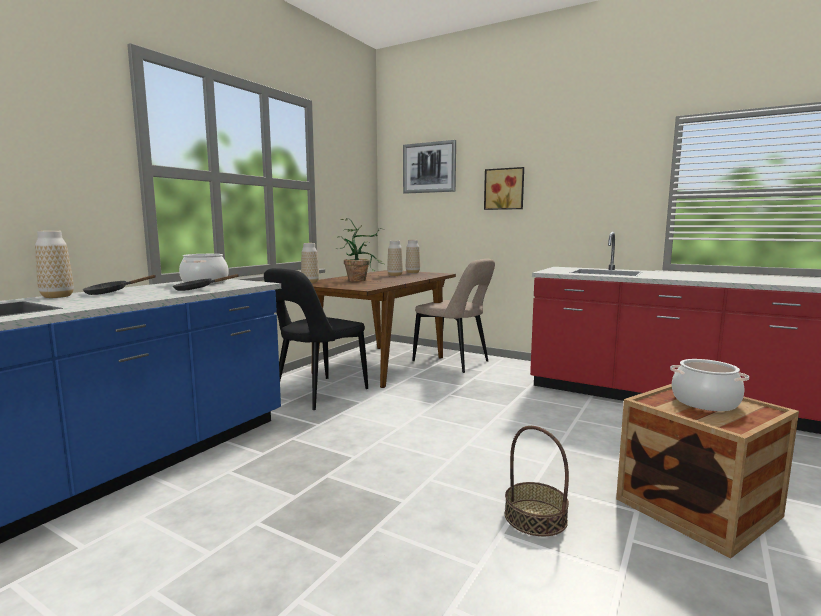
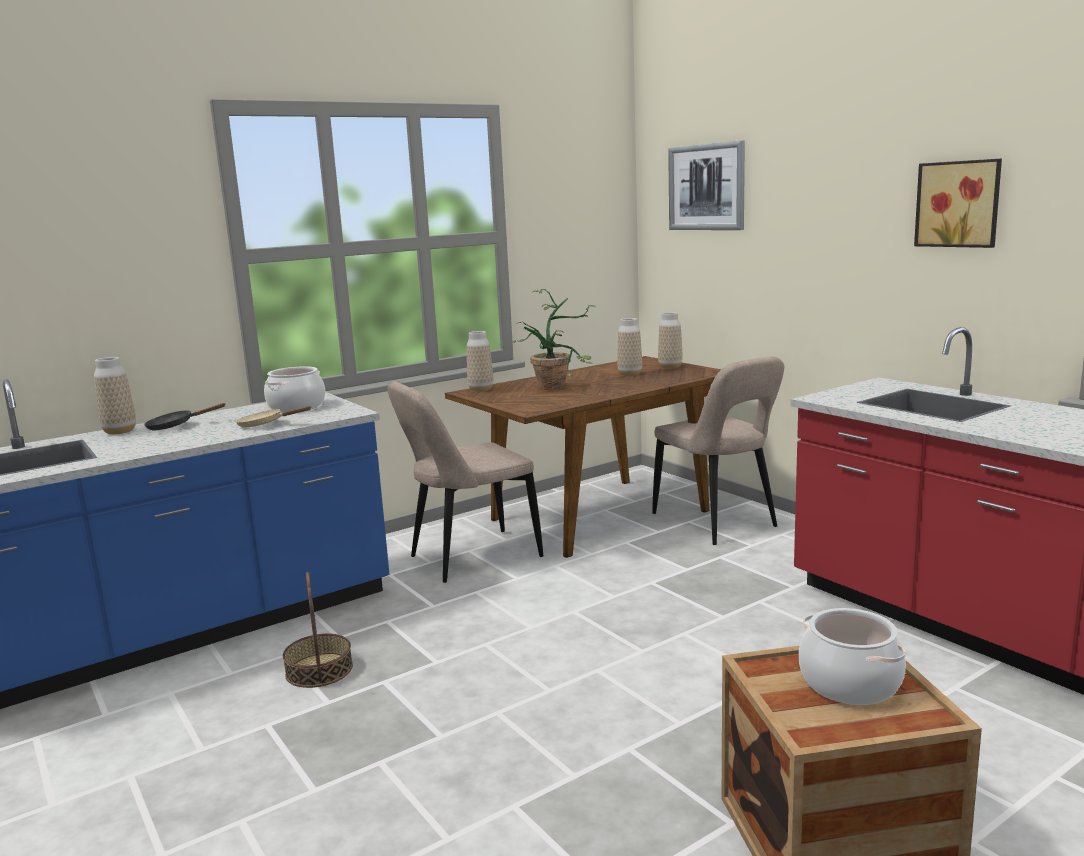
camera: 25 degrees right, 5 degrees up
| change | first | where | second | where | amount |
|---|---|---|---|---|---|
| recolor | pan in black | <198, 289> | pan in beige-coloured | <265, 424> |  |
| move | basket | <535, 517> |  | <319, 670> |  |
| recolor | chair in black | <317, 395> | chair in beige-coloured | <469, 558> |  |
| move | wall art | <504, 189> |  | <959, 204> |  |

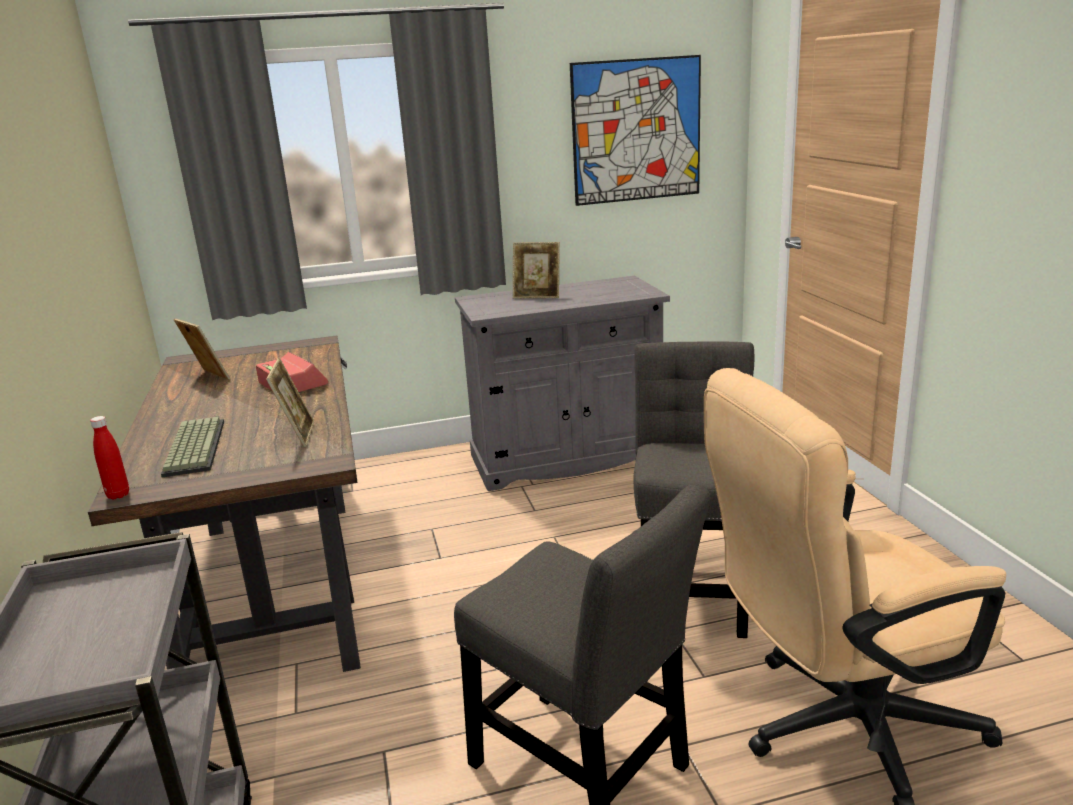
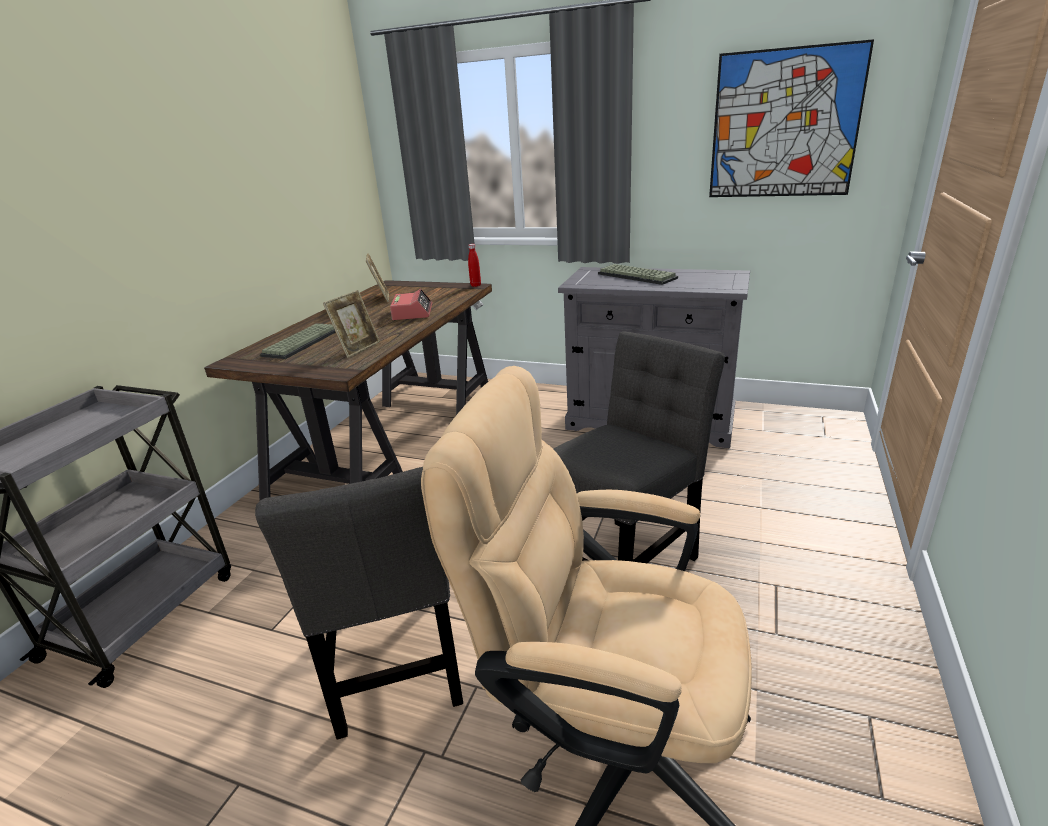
camera: 35 degrees right, 5 degrees up
| change | first | where | second | where | amount |
|---|---|---|---|---|---|
| move | drink bottle in red-coloured | <118, 495> |  | <475, 285> |  |
| replace | standing frame | <537, 296> | PC keyboard | <638, 276> |  |

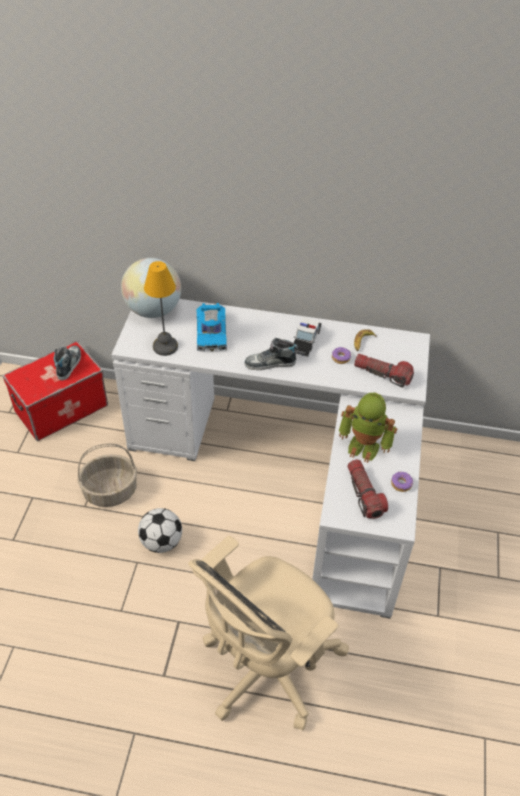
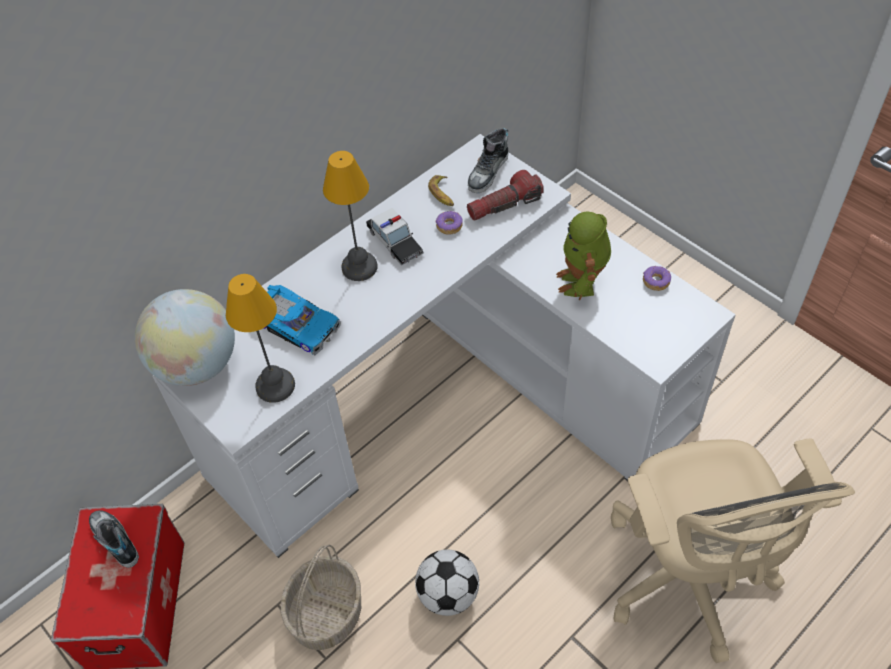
camera: 50 degrees left, 5 degrees up
| change | first | where | second | where | amount |
|---|---|---|---|---|---|
| insert |  |  | lamp for a table | <359, 268> |  |
| move | item of footwear | <270, 363> |  | <488, 172> |  |
| rotate | model robot | <364, 446> |  | <582, 282> | 120 degrees clockwise |
| delete | torch | <364, 494> |  |  |  |

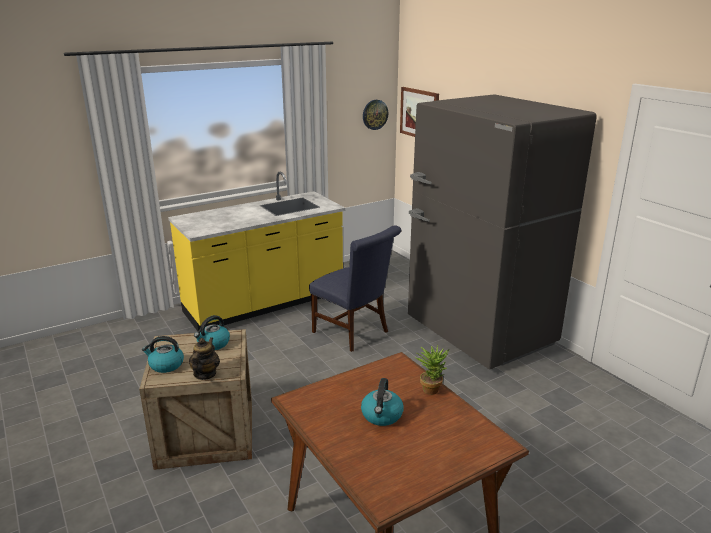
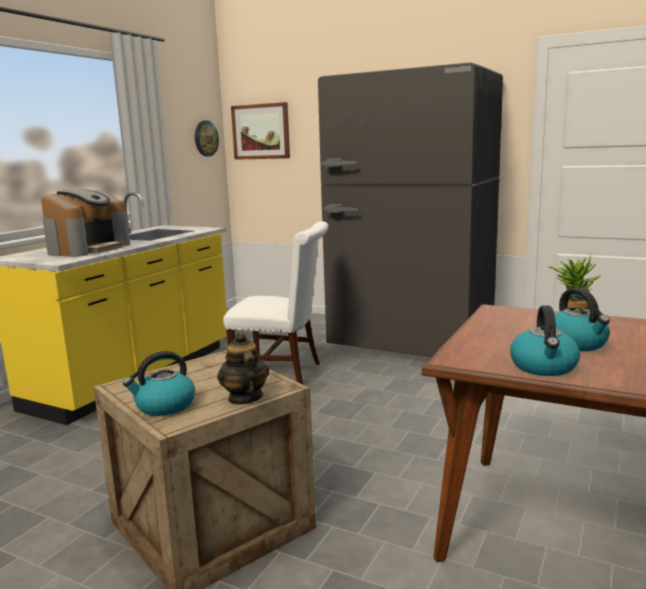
camera: 30 degrees left, 10 degrees down
| change | first | where | second | where | amount |
|---|---|---|---|---|---|
| insert |  |  | coffee machine | <88, 249> |  |
| recolor | chair in blue | <354, 333> | chair in white | <283, 373> |  |
| move | kettle | <213, 344> |  | <544, 367> |  |

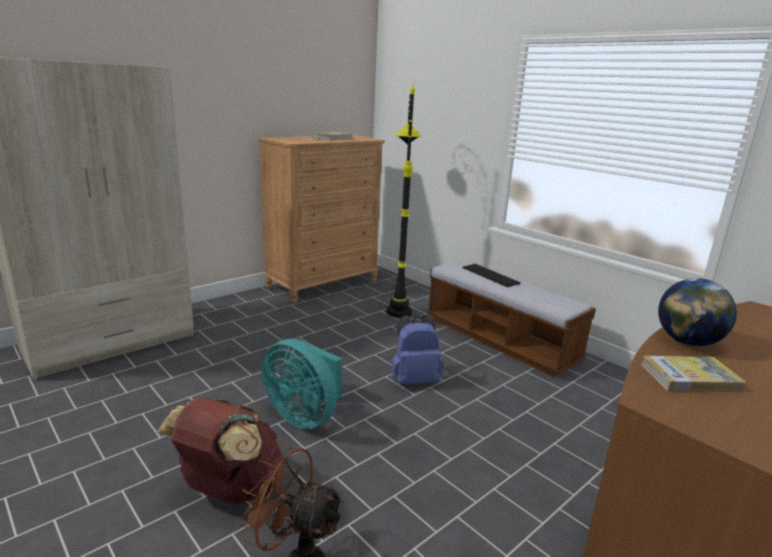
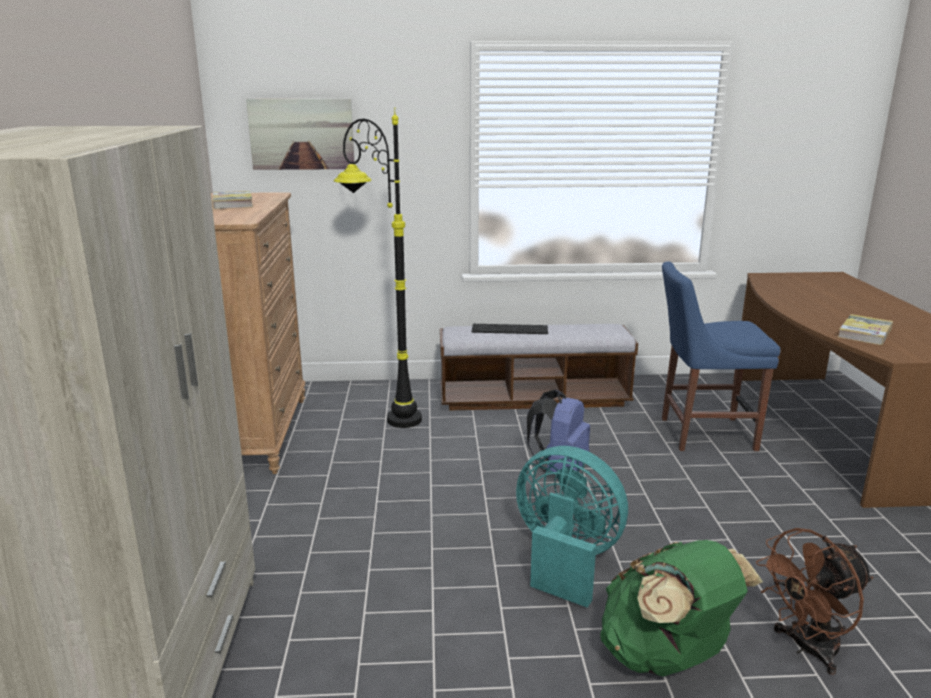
camera: 50 degrees left, 0 degrees up
| change | first | where | second | where | amount |
|---|---|---|---|---|---|
| insert |  |  | wall art | <301, 134> |  |
| rotate | electric fan in blue-green | <304, 416> |  | <565, 560> | 135 degrees counterclockwise |
| recolor | backpack in brown | <229, 490> | backpack in green-coloured | <666, 657> |  |
| insert |  |  | chair in blue | <702, 433> |  |
| delete | globe | <687, 342> |  |  |  |

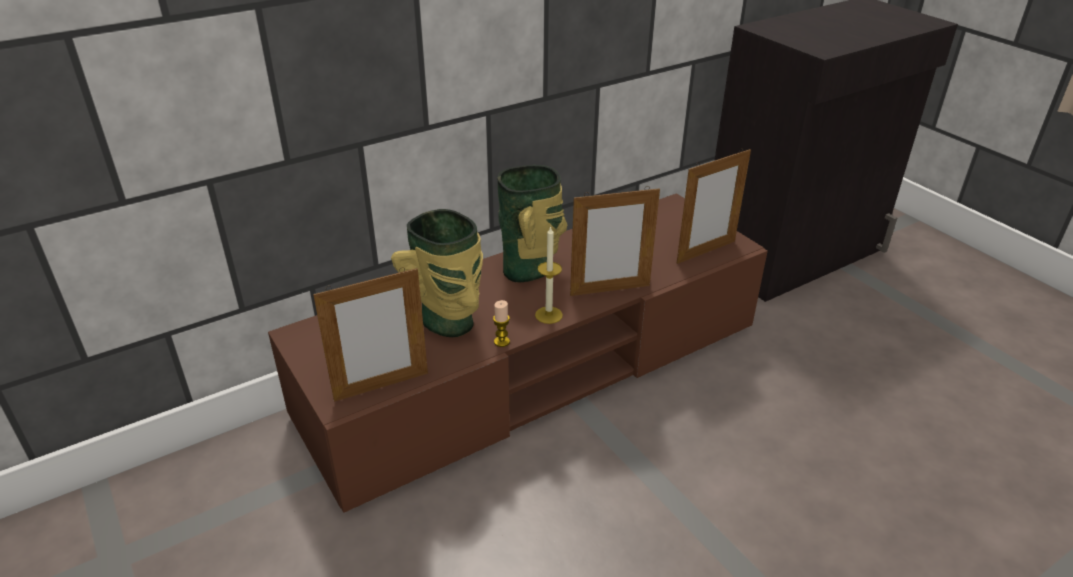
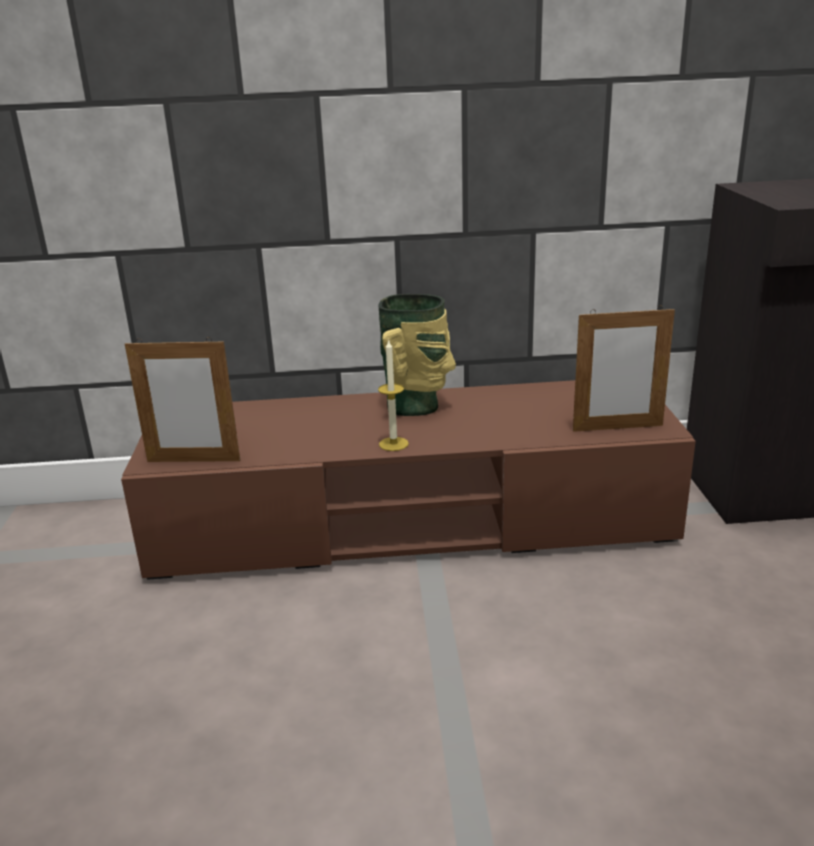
camera: 30 degrees right, 10 degrees down
| change | first | where | second | where | amount |
|---|---|---|---|---|---|
| delete | vase | <450, 323> |  |  |  |
| delete | wax light | <501, 342> |  |  |  |
| delete | standing frame | <610, 290> |  |  |  |

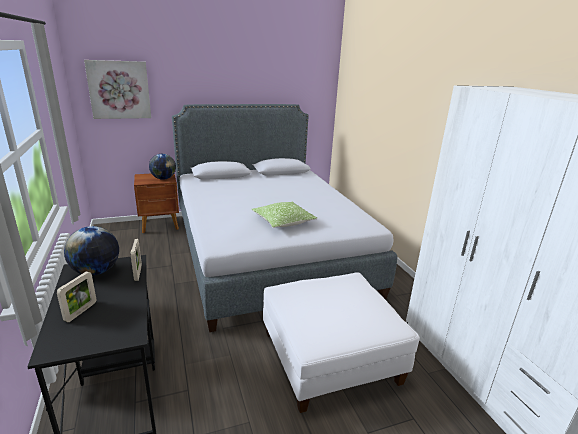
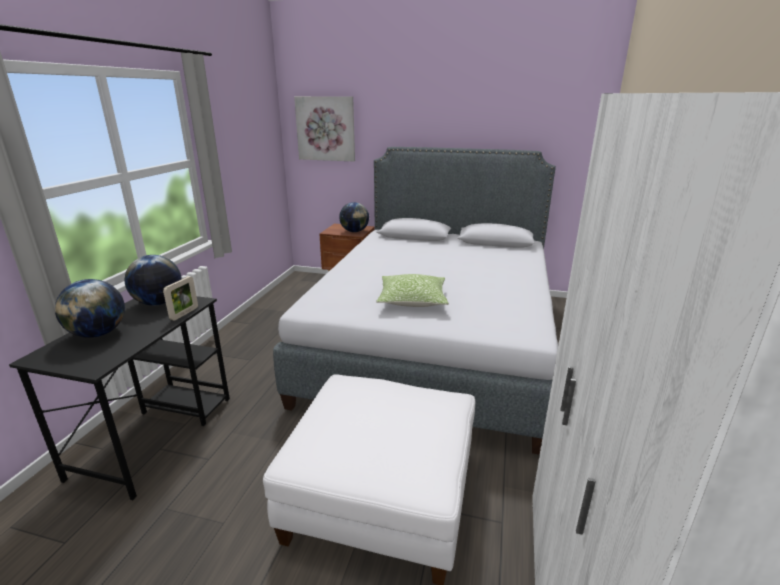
camera: 35 degrees right, 0 degrees up
| change | first | where | second | where | amount |
|---|---|---|---|---|---|
| replace | standing frame | <81, 312> | globe | <98, 333> |  |

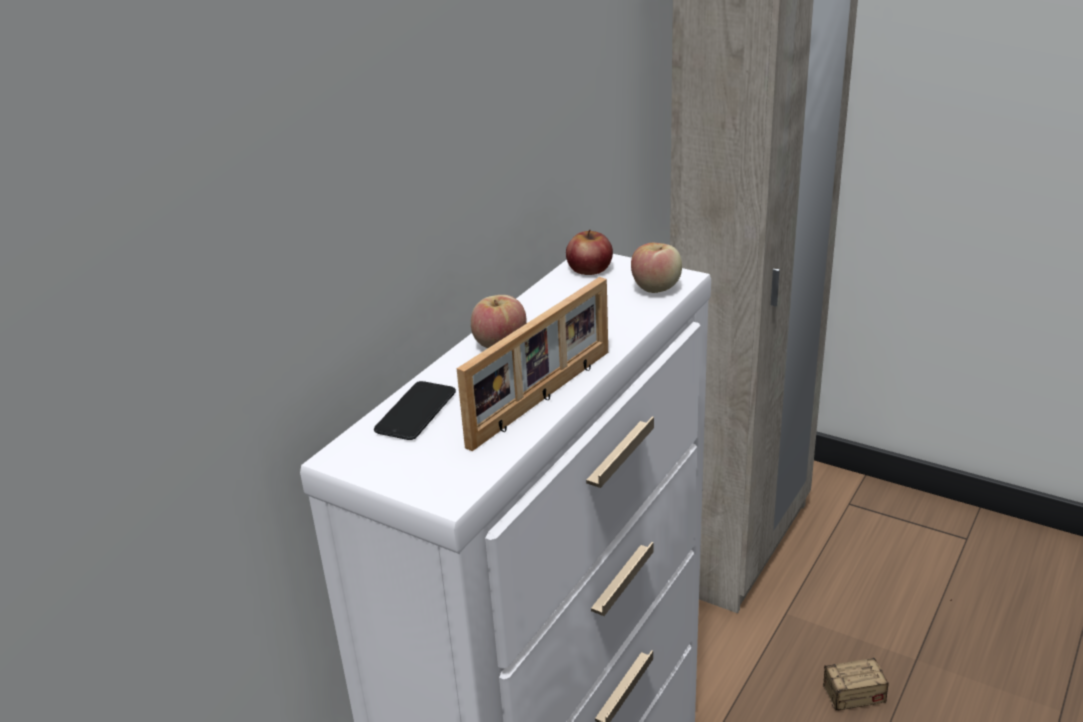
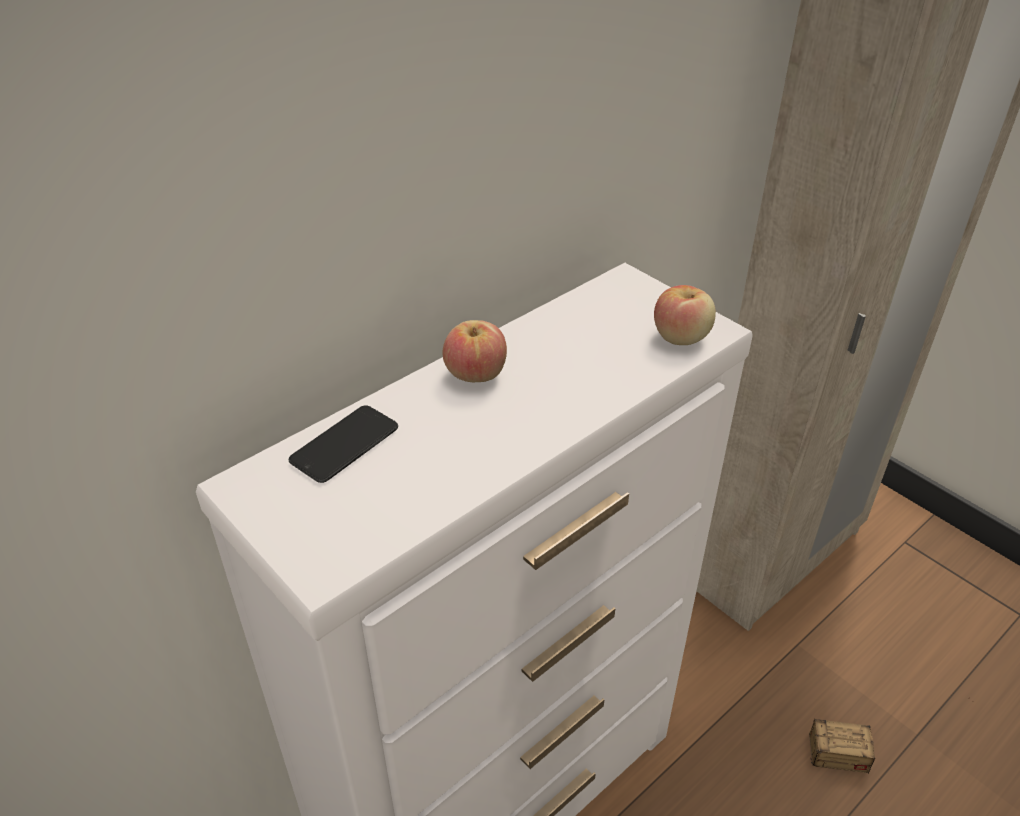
camera: 15 degrees right, 10 degrees up
| change | first | where | second | where | amount |
|---|---|---|---|---|---|
| delete | standing frame | <543, 398> |  |  |  |
| delete | whole apple | <589, 268> |  |  |  |

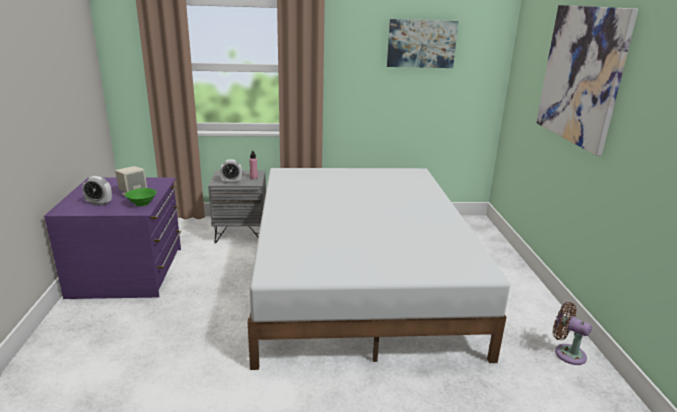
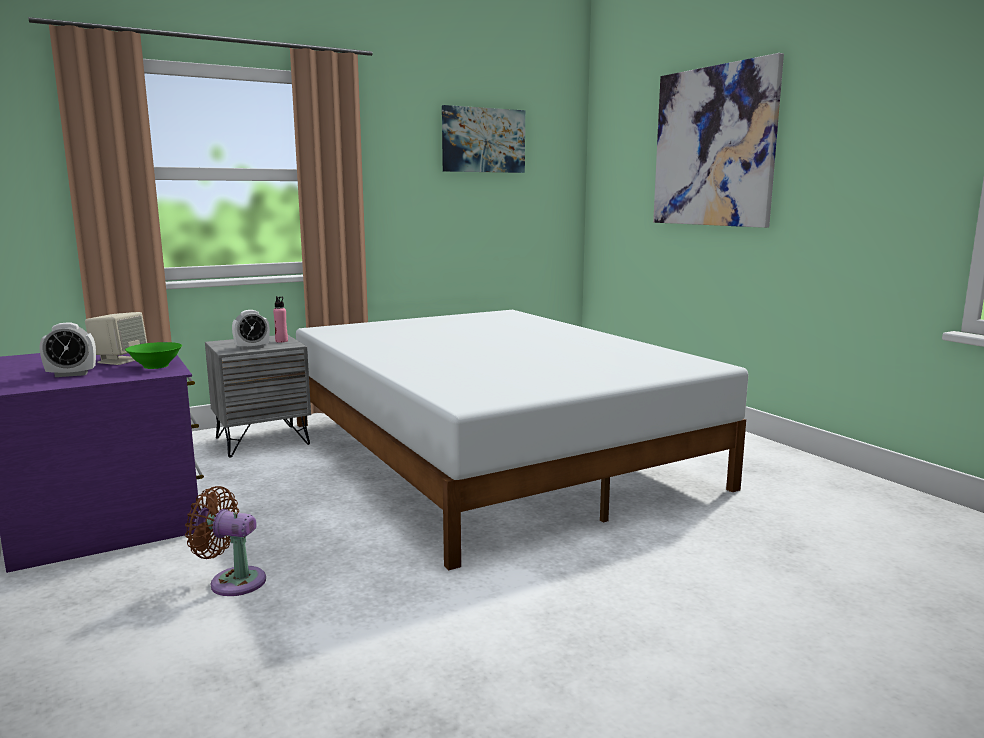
camera: 25 degrees left, 10 degrees down
| change | first | where | second | where | amount |
|---|---|---|---|---|---|
| move | electric fan in brown | <566, 353> |  | <233, 581> |  |

